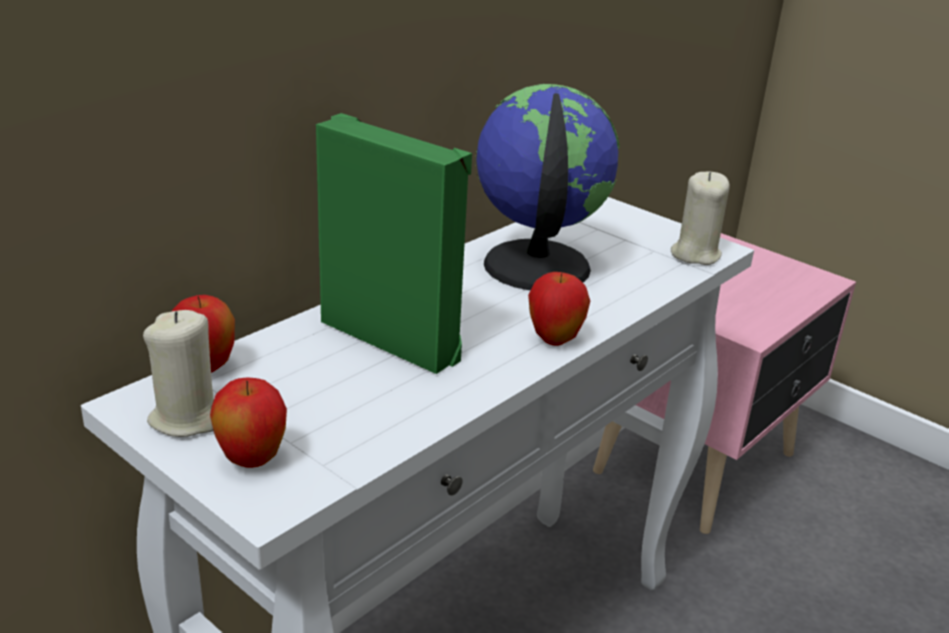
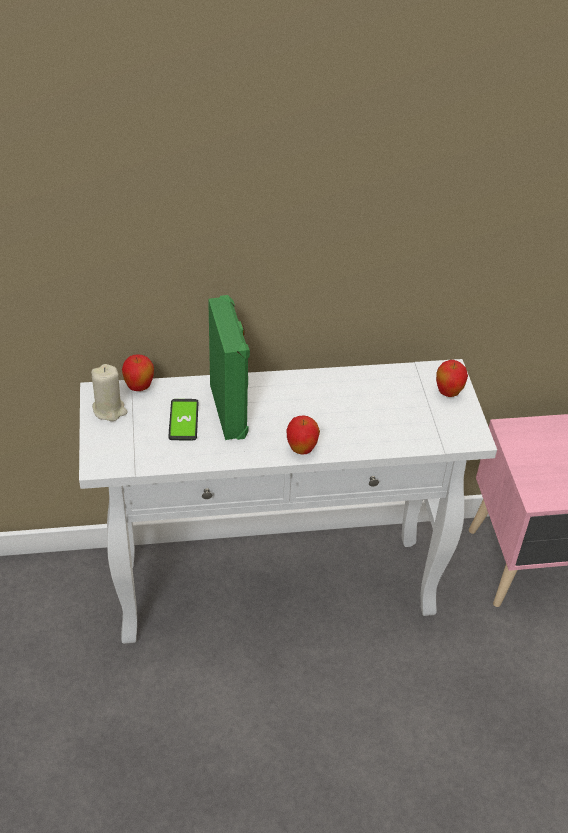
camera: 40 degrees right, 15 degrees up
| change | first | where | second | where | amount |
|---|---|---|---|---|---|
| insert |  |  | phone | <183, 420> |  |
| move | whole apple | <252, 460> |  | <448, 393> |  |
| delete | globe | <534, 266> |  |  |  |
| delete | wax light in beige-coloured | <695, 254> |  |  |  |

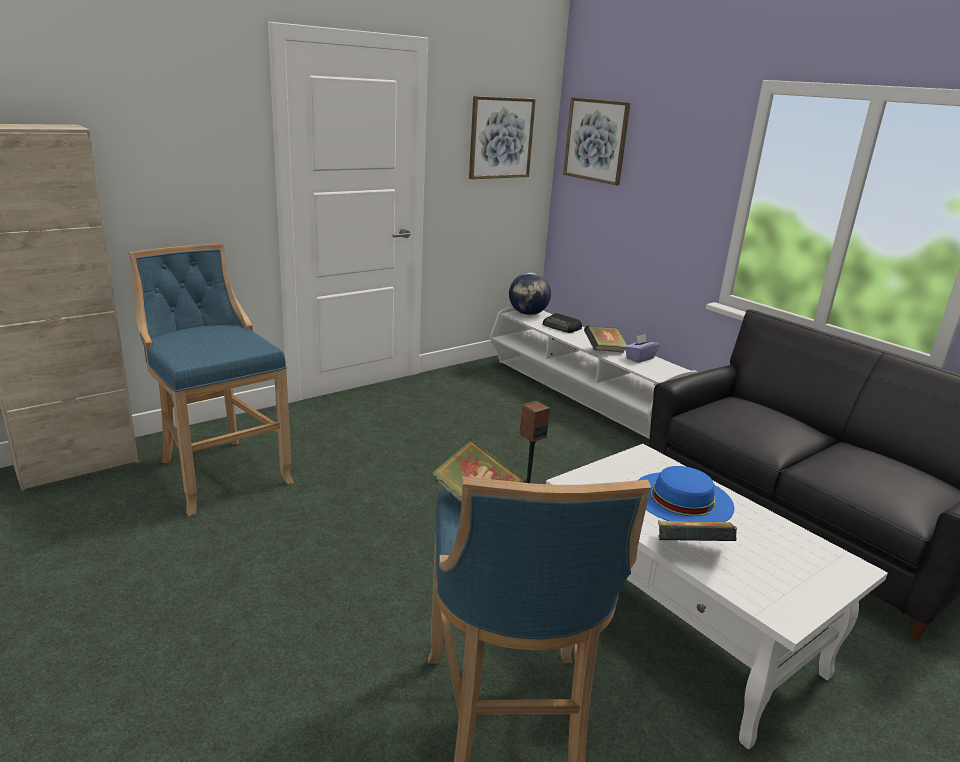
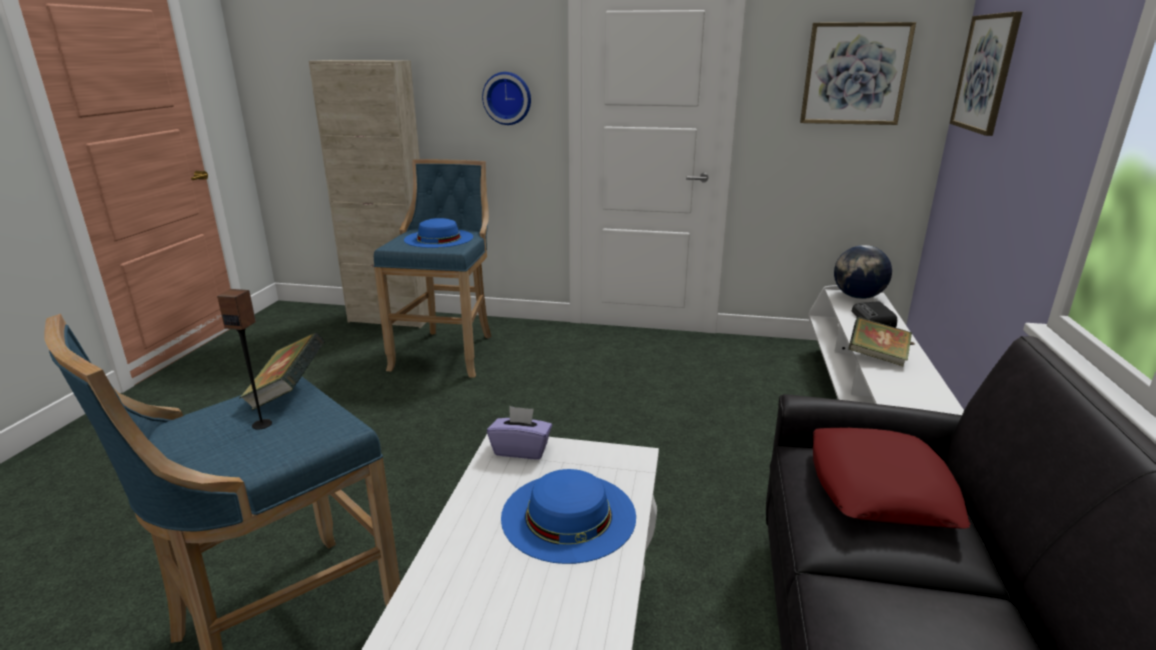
camera: 50 degrees right, 0 degrees up
| change | first | where | second | where | amount |
|---|---|---|---|---|---|
| insert |  |  | hat in blue | <438, 238> |  |
| insert |  |  | clock on the wall | <507, 98> |  |
| move | box of tissues in purplish | <639, 358> |  | <521, 449> |  |
| insert |  |  | pillow in red-coloured | <880, 488> |  |
| delete | bound book | <690, 551> |  |  |  |

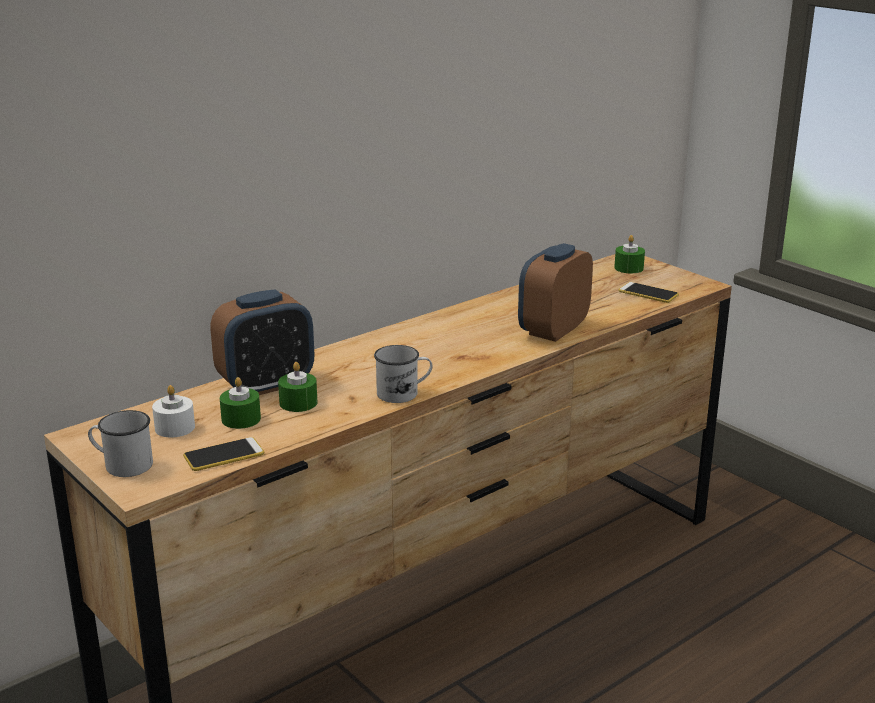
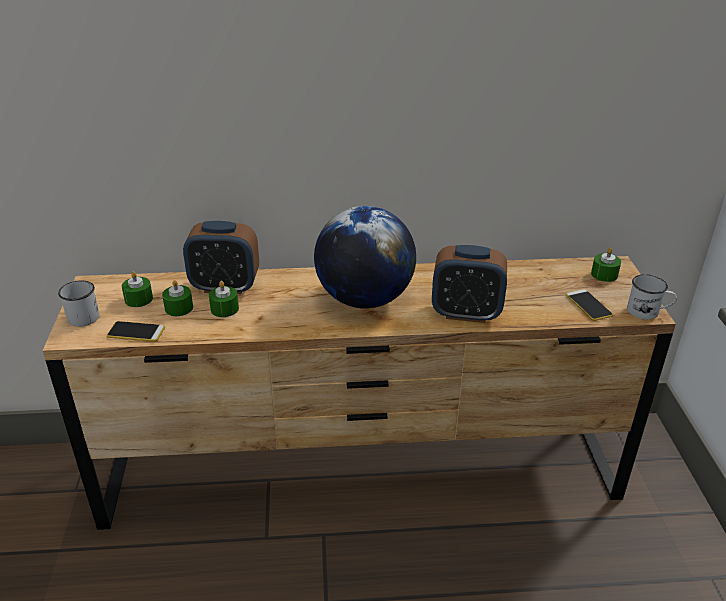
camera: 35 degrees right, 10 degrees up
| change | first | where | second | where | amount |
|---|---|---|---|---|---|
| recolor | wax light in white | <175, 427> | wax light in green-coloured | <138, 299> |  |
| insert |  |  | globe | <364, 299> |  |
| rotate | alarm clock | <553, 330> |  | <466, 313> | 150 degrees counterclockwise |
| move | coffee mug in white | <404, 393> |  | <648, 312> |  |

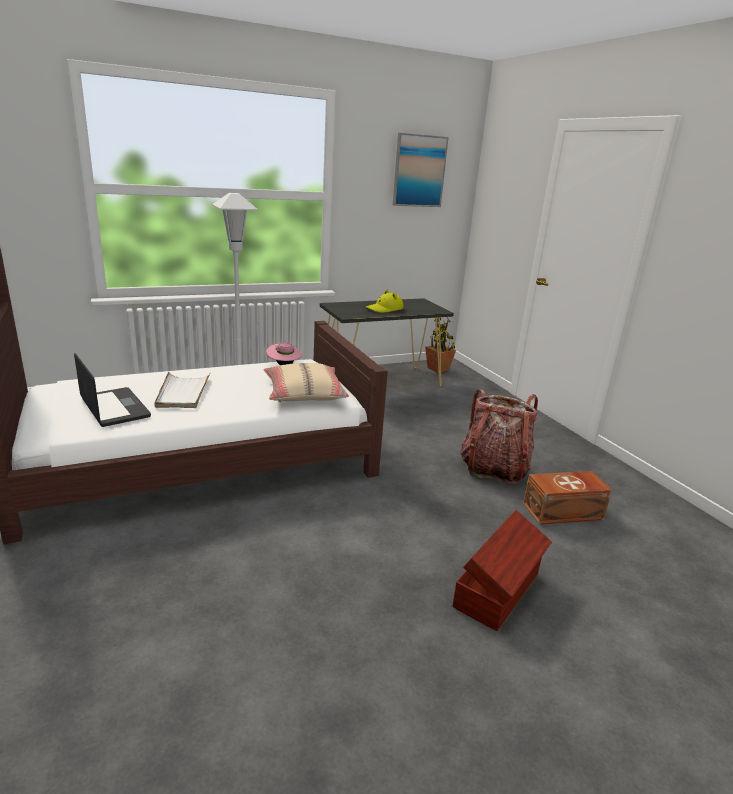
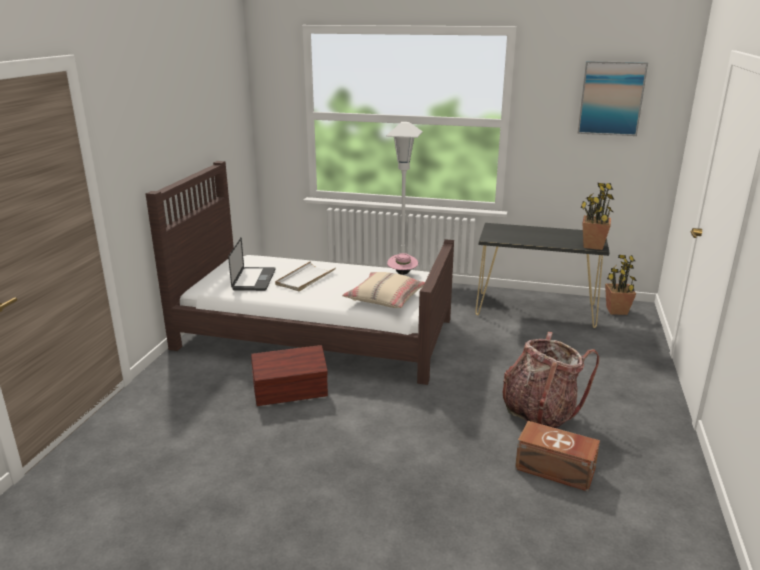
camera: 40 degrees right, 0 degrees up
| change | first | where | second | where | amount |
|---|---|---|---|---|---|
| move | storage box in brown | <498, 590> |  | <291, 393> |  |
| insert |  |  | houseplant | <593, 246> |  |
| delete | hat in yellowish | <385, 309> |  |  |  |

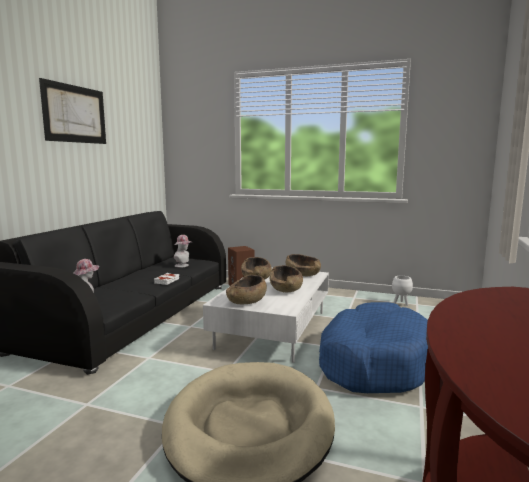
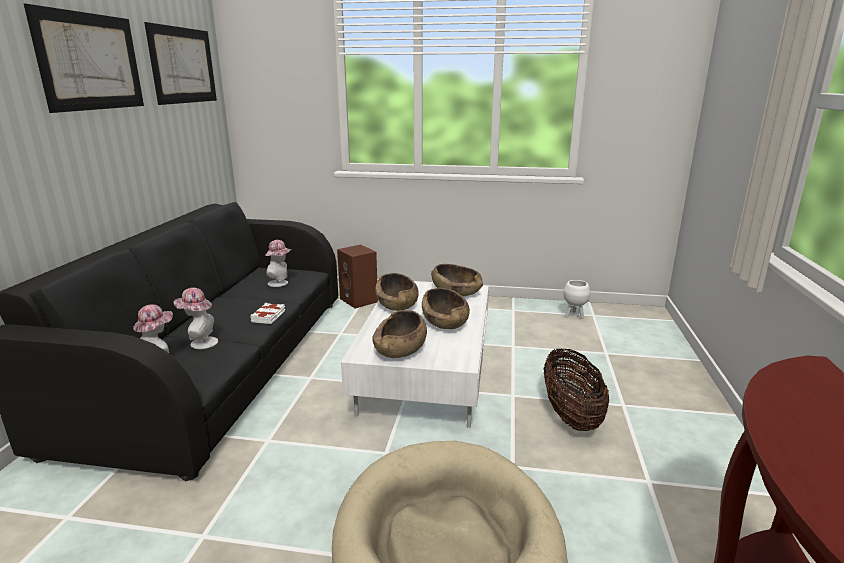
camera: 10 degrees left, 10 degrees up
| change | first | where | second | where | amount |
|---|---|---|---|---|---|
| insert |  |  | wall art | <183, 65> |  |
| insert |  |  | hat | <200, 343> |  |
| replace | pet bed in blue | <374, 362> | basket | <570, 415> |  |

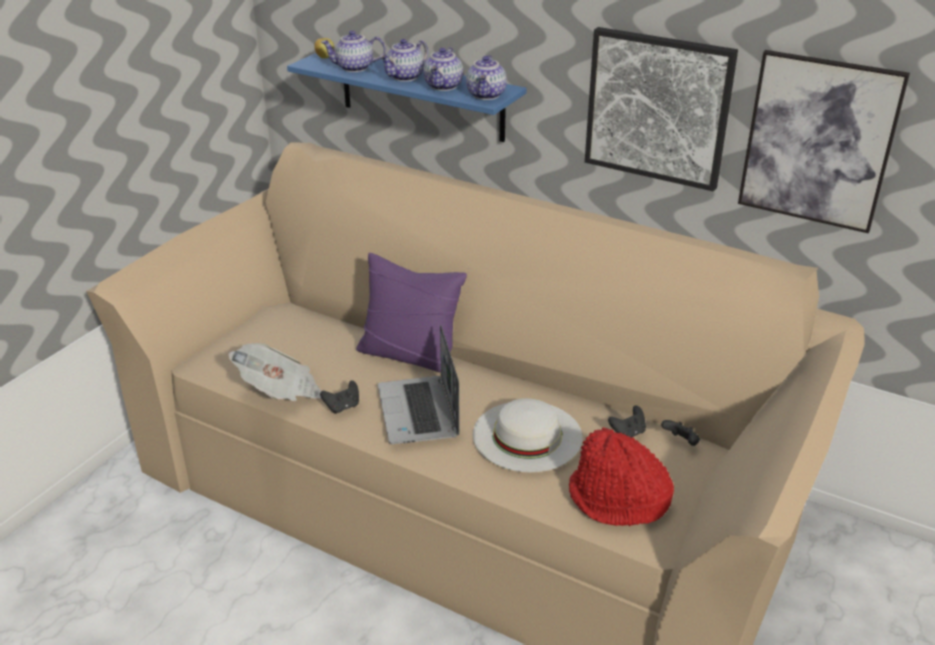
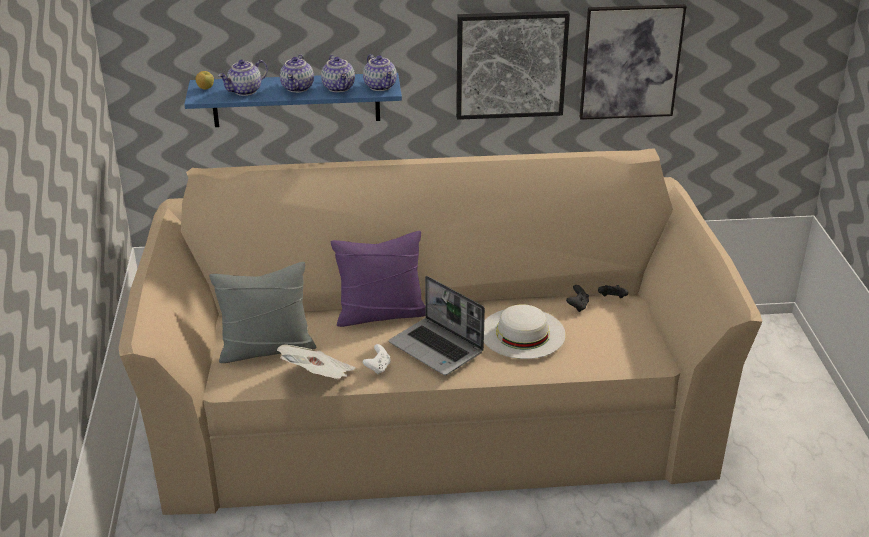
camera: 35 degrees left, 0 degrees up
| change | first | where | second | where | amount |
|---|---|---|---|---|---|
| insert |  |  | pillow in grey | <266, 348> |  |
| recolor | joypad in black | <342, 407> | joypad in white | <378, 368> |  |
| delete | hat in red-coloured | <618, 500> |  |  |  |

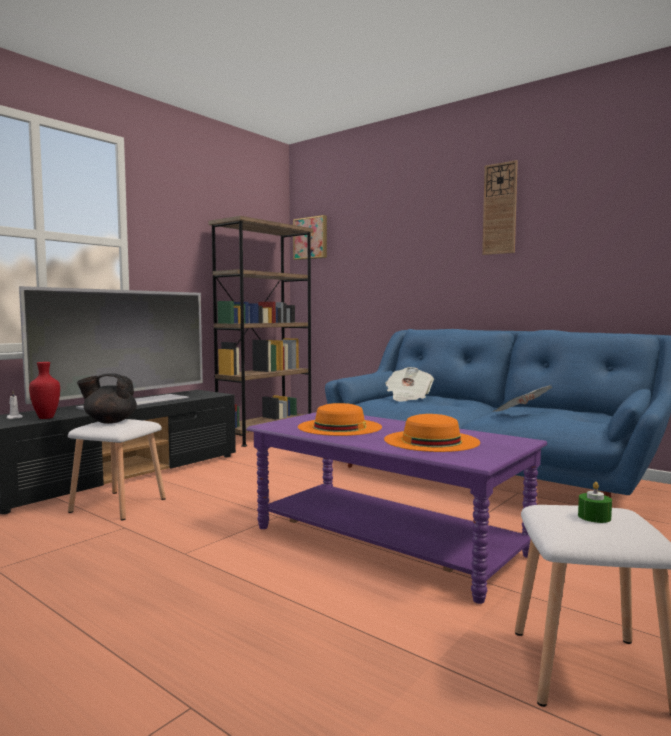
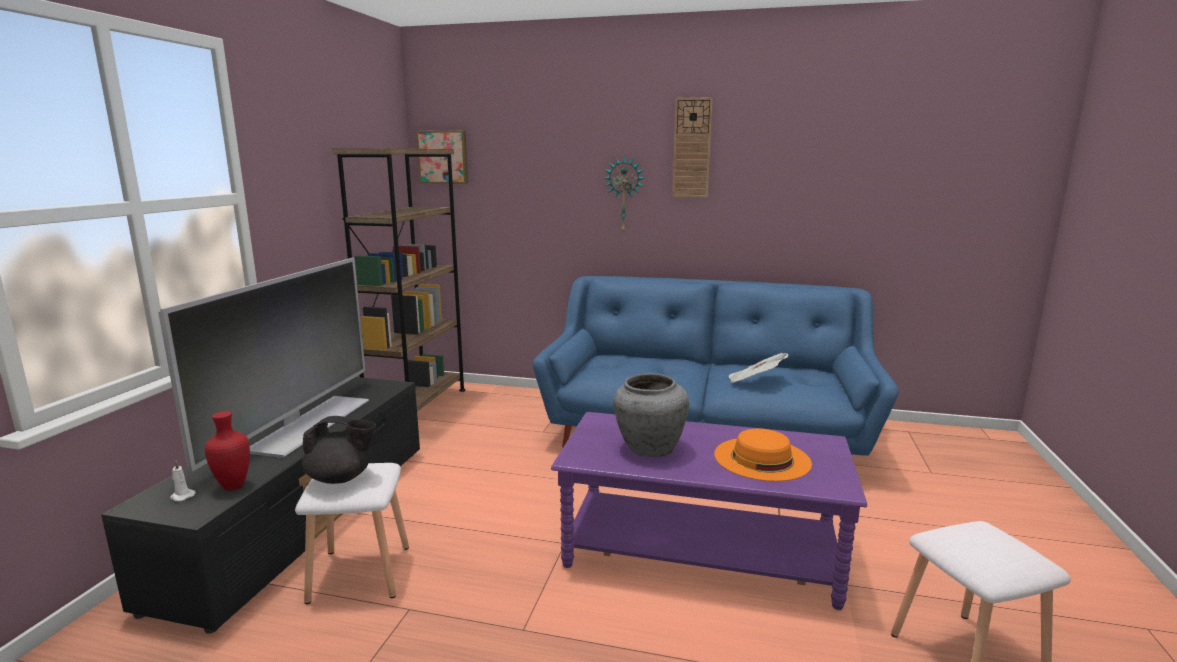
camera: 25 degrees left, 10 degrees up
| change | first | where | second | where | amount |
|---|---|---|---|---|---|
| rotate | tea pot in black | <109, 421> |  | <341, 478> | 150 degrees counterclockwise |
| insert |  |  | clock on the wall | <624, 195> |  |
| replace | hat in orangey | <339, 427> | vase in grey | <648, 448> |  |
| delete | printed paper | <408, 398> |  |  |  |
| delete | wax light in green-coloured | <594, 517> |  |  |  |

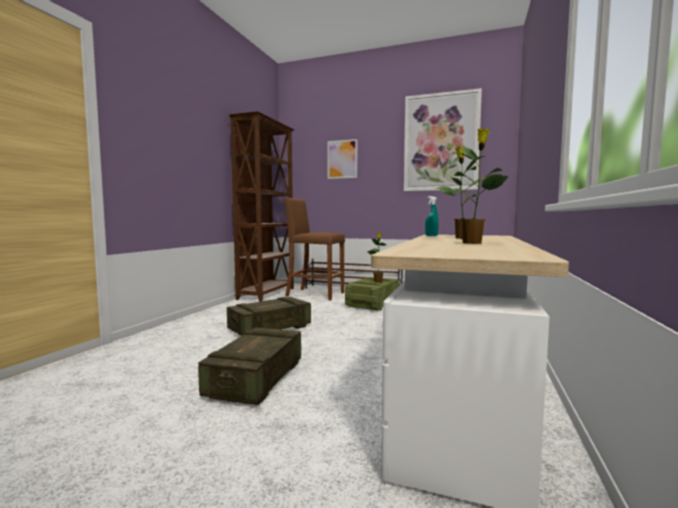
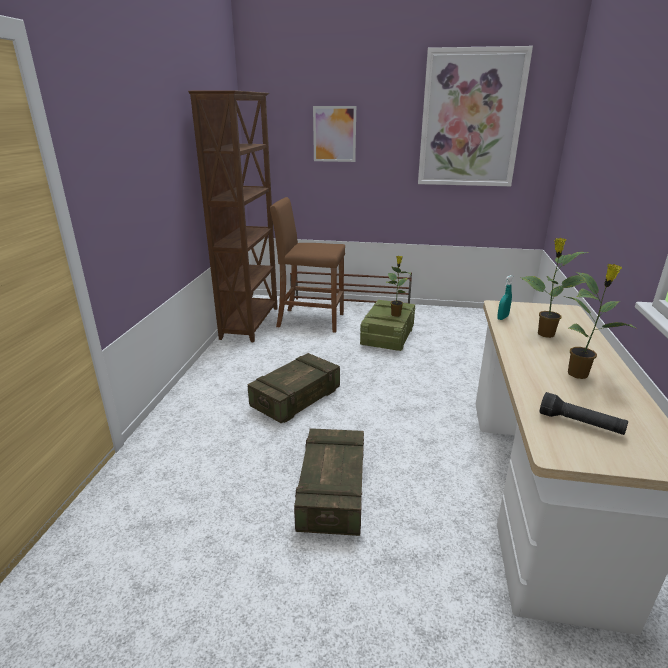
camera: 10 degrees left, 20 degrees up
| change | first | where | second | where | amount |
|---|---|---|---|---|---|
| insert |  |  | torch in black | <580, 424> |  |

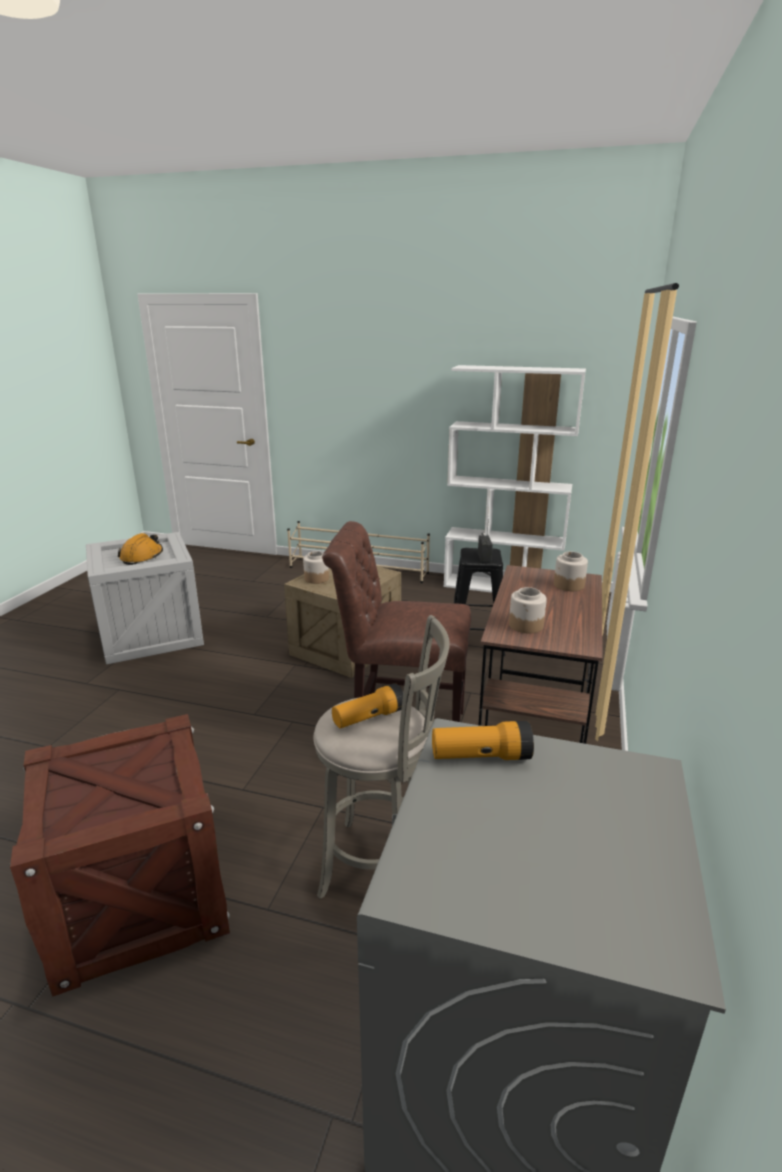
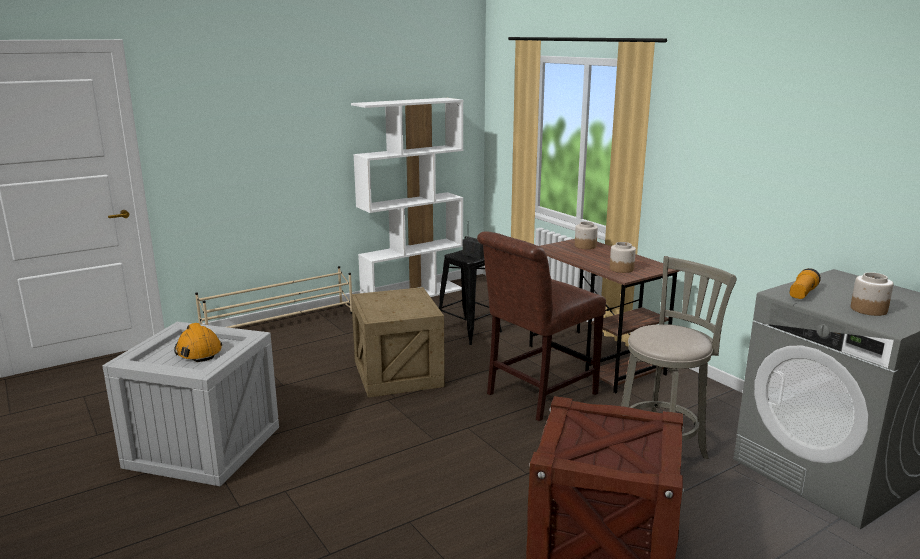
camera: 50 degrees left, 5 degrees down
| change | first | where | second | where | amount |
|---|---|---|---|---|---|
| move | storage jar | <316, 578> |  | <868, 309> |  |
| delete | torch | <368, 718> |  |  |  |

